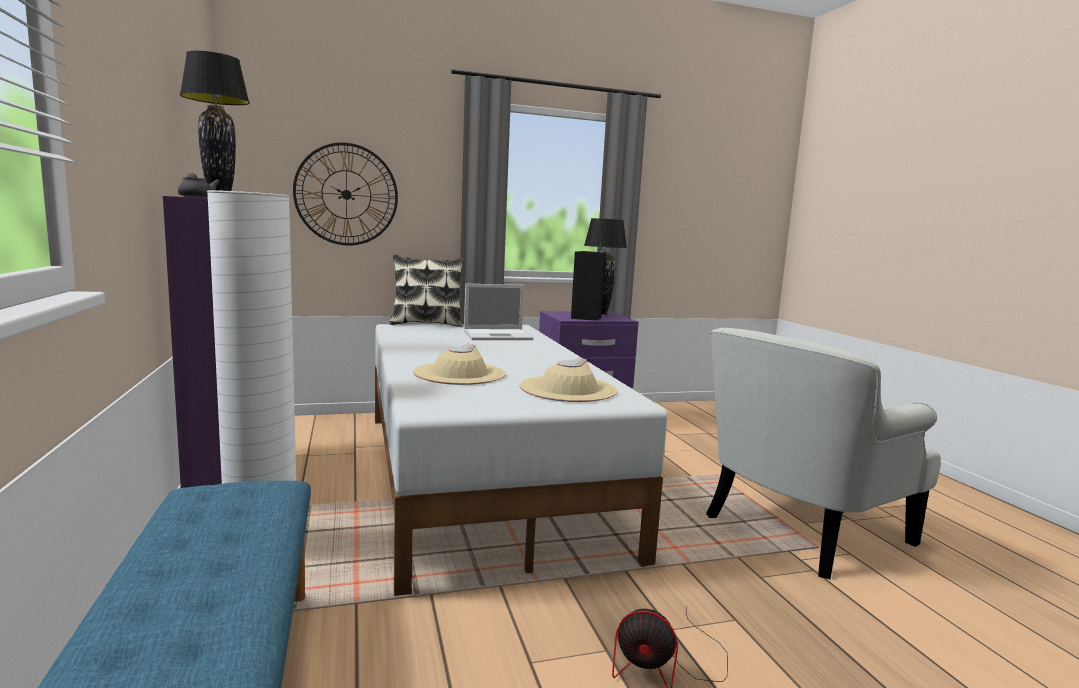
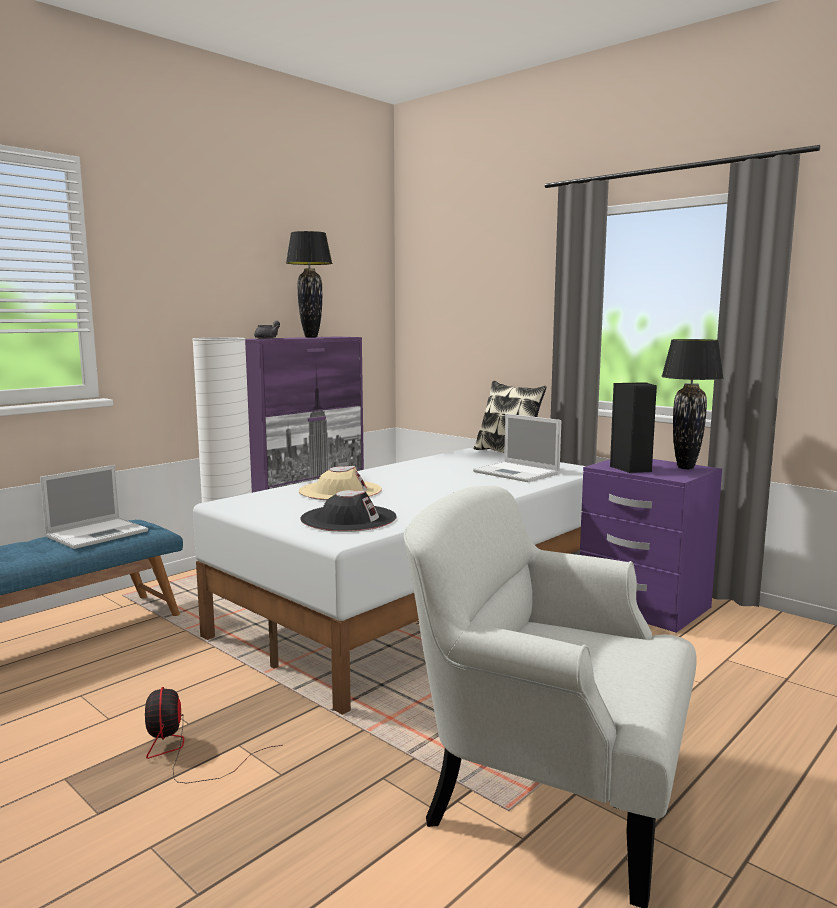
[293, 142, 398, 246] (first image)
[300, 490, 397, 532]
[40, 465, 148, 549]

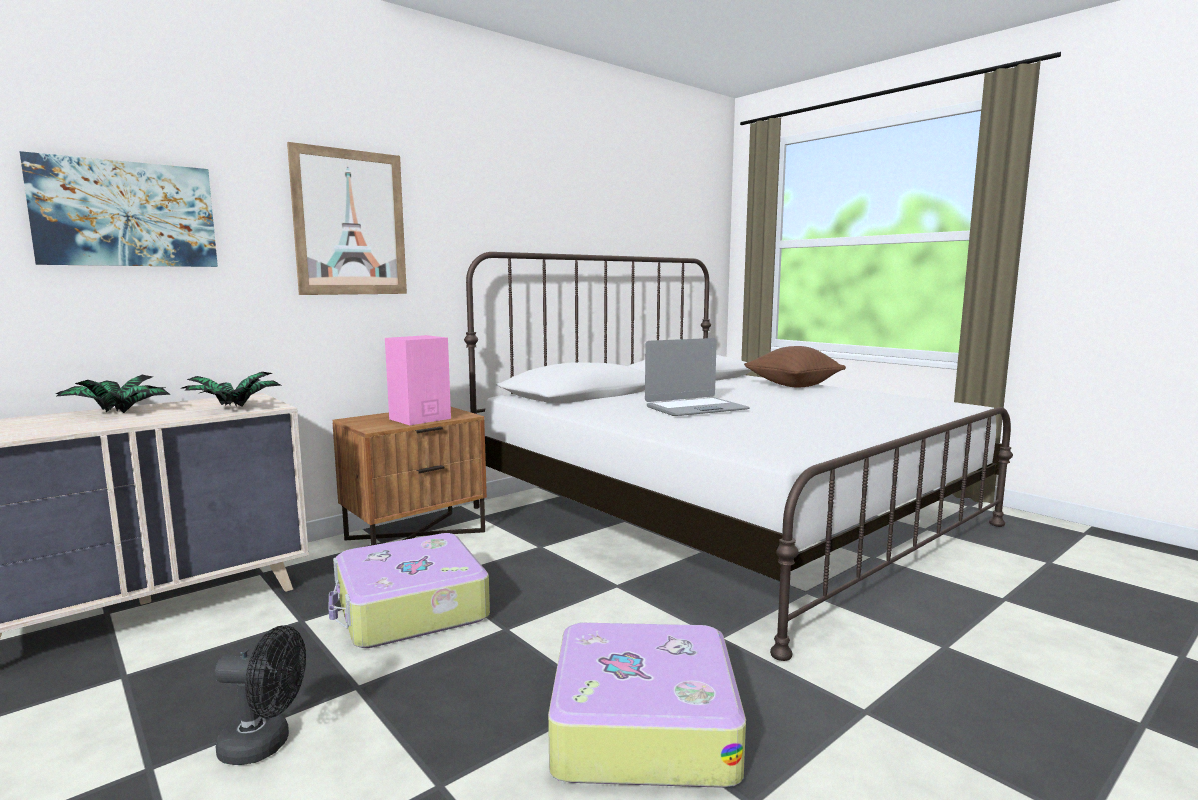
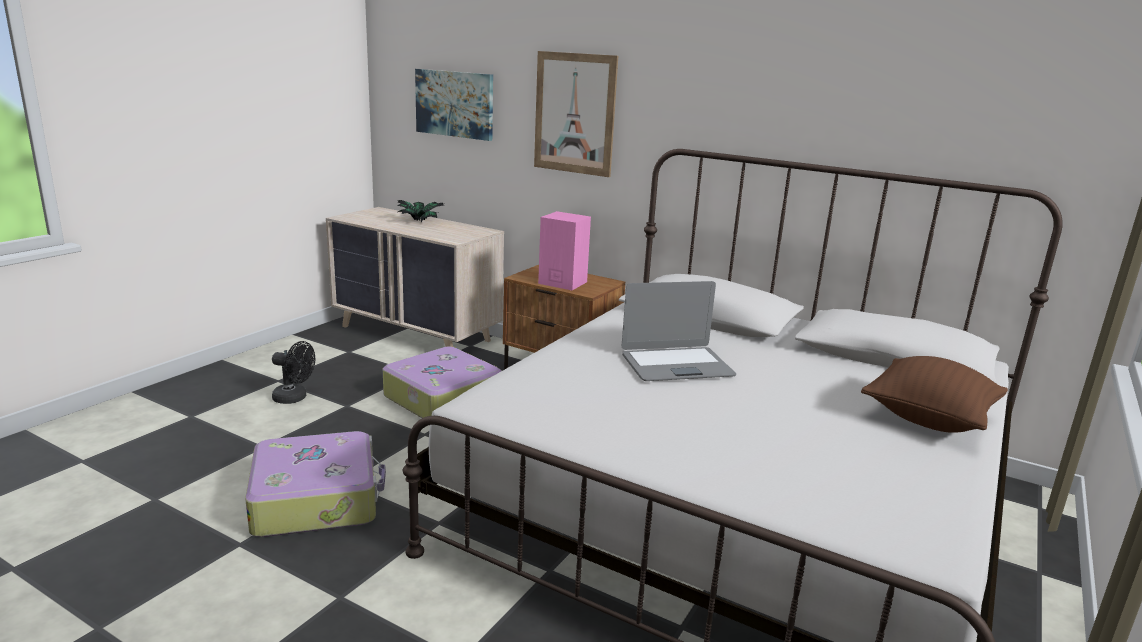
[622, 281, 736, 381]
[180, 372, 281, 407] (first image)
[272, 341, 315, 404]

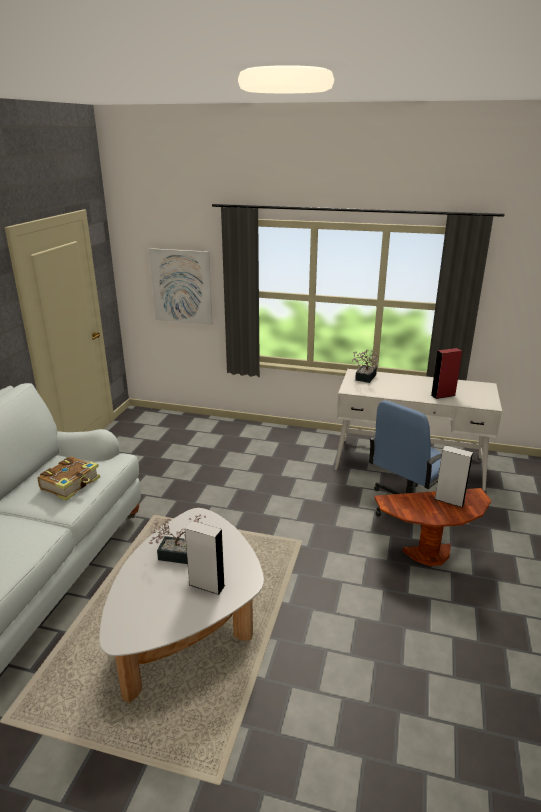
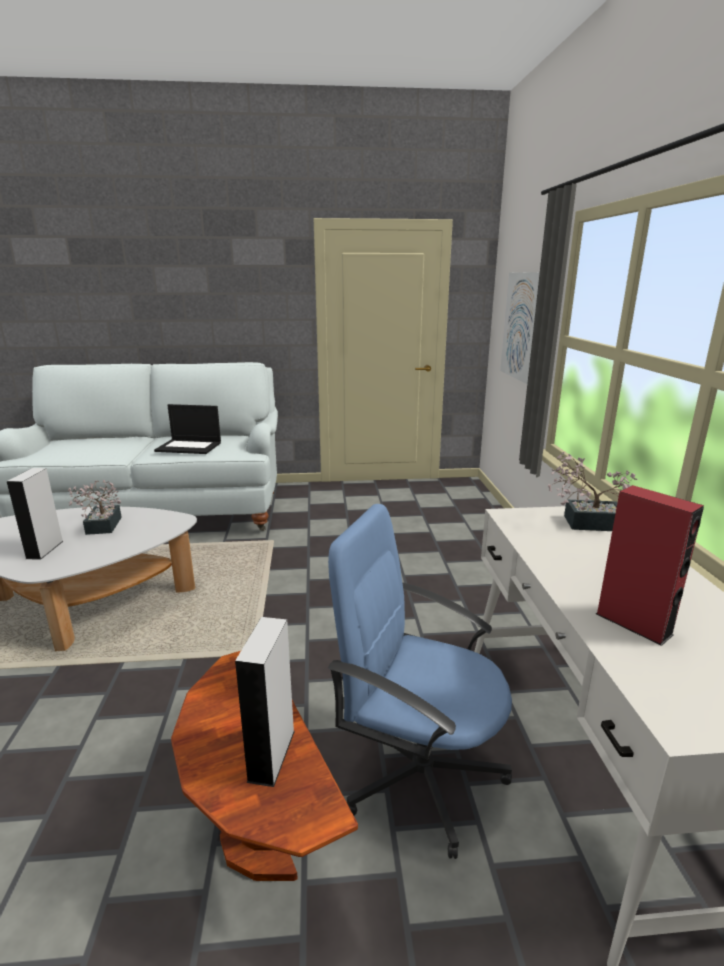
[154, 404, 221, 454]

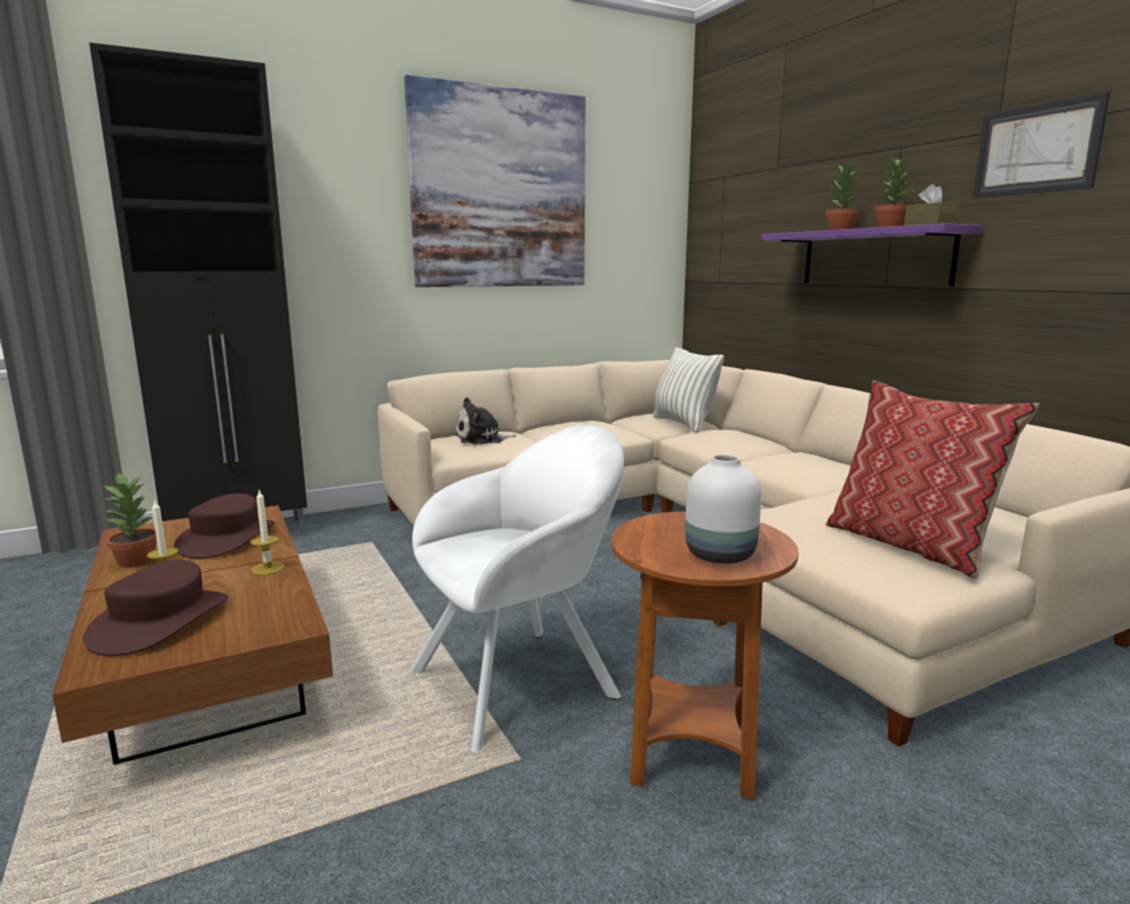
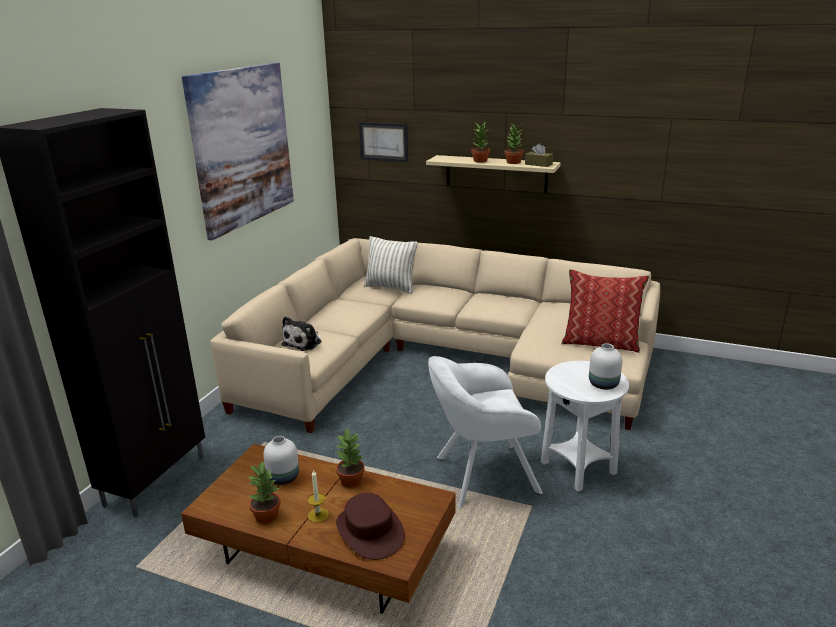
[359, 122, 408, 162]
[426, 155, 561, 193]
[428, 356, 543, 508]
[336, 428, 365, 488]
[263, 436, 299, 485]
[541, 361, 629, 492]

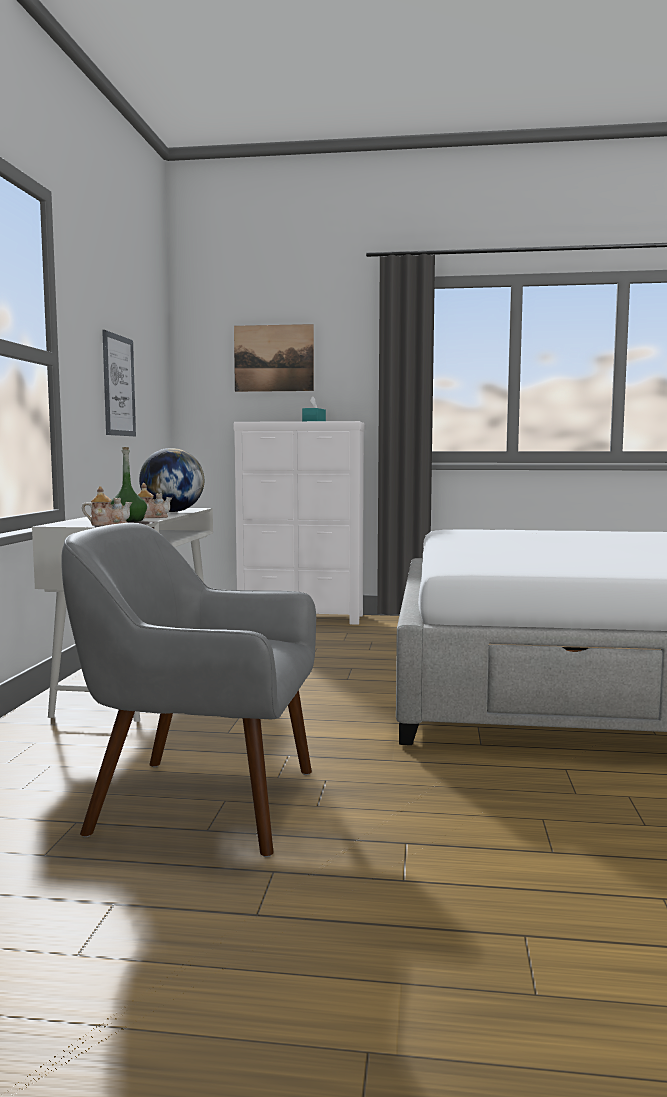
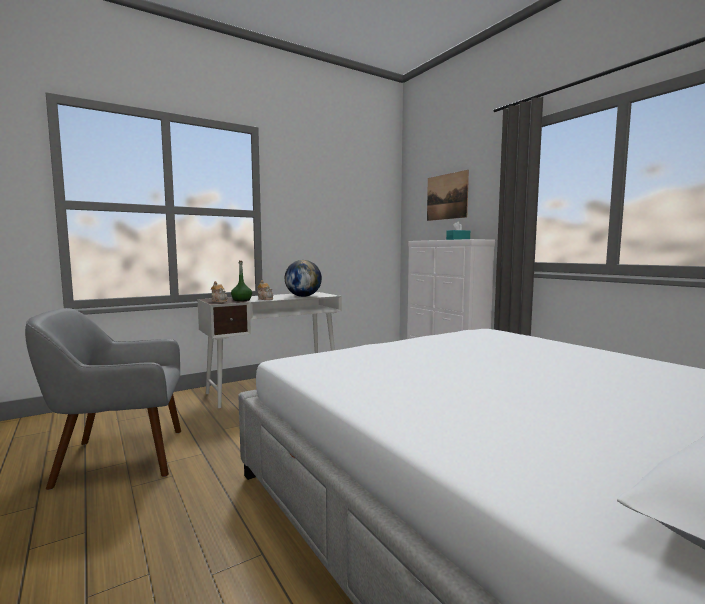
[102, 330, 136, 437] (first image)
[25, 308, 181, 490]

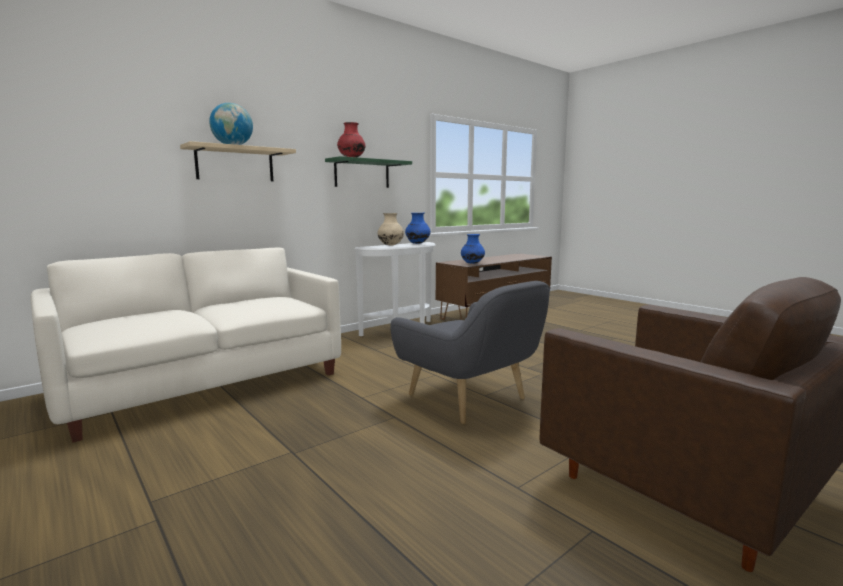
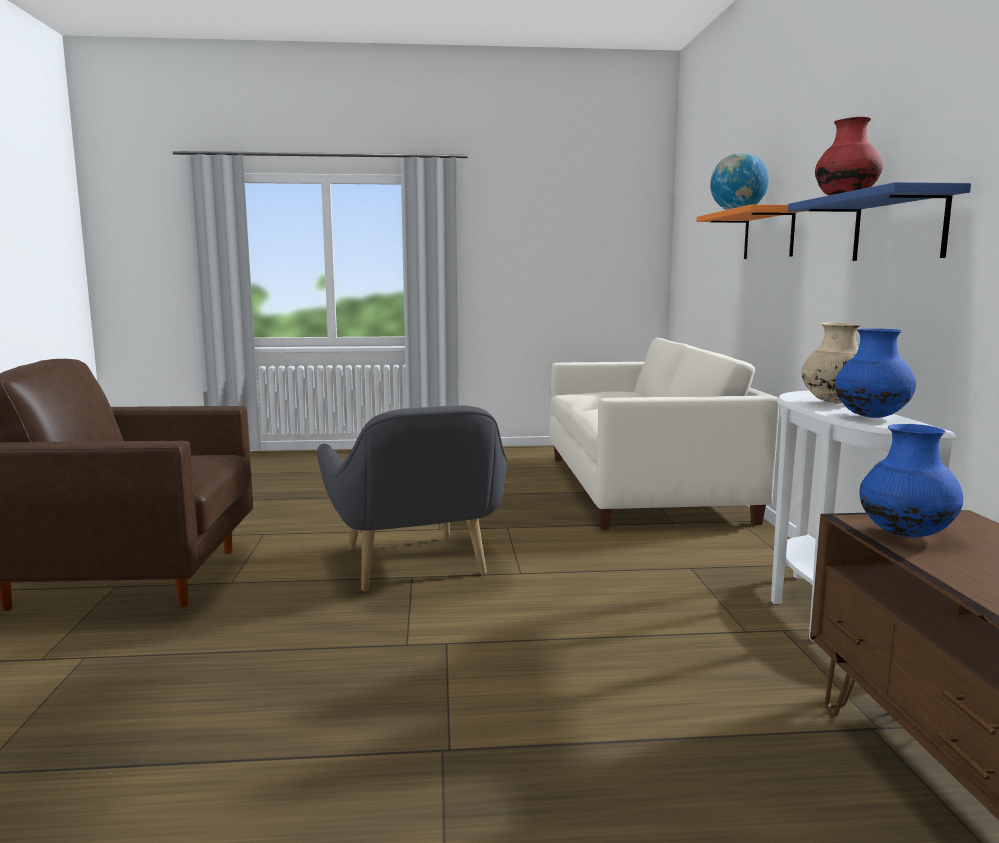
[696, 204, 804, 259]
[788, 182, 971, 261]
[317, 405, 508, 591]

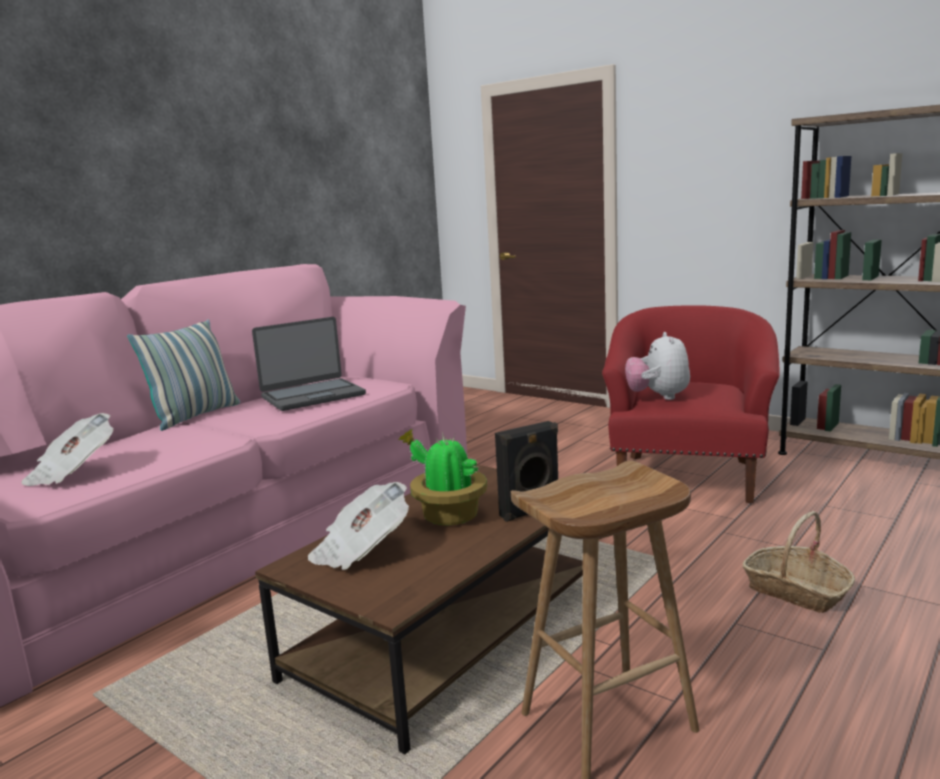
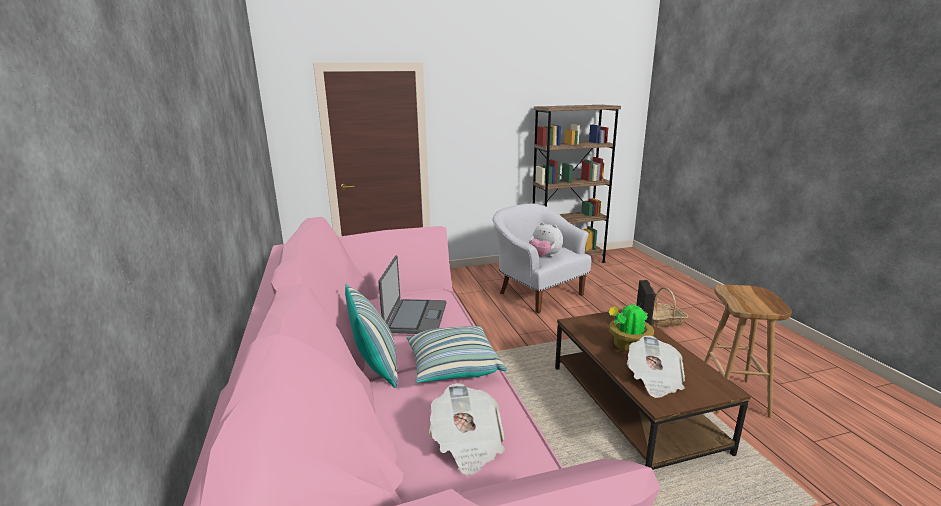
[492, 204, 592, 313]
[406, 326, 507, 383]

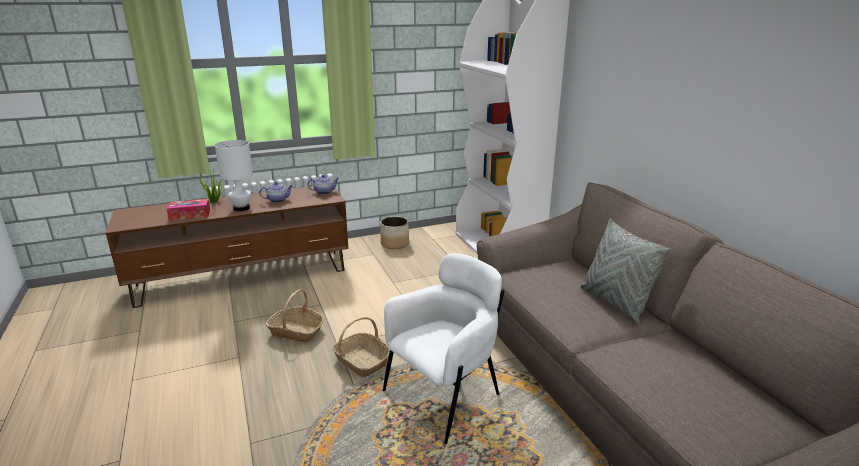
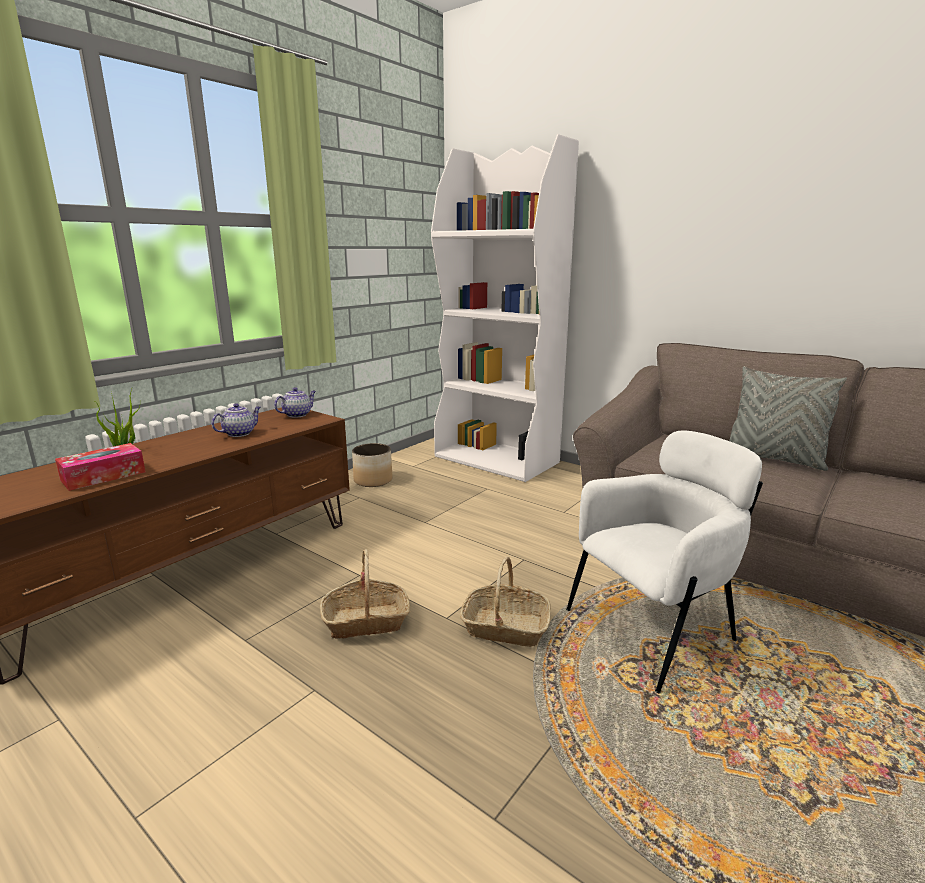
[215, 140, 253, 211] (first image)
[566, 431, 763, 693]

